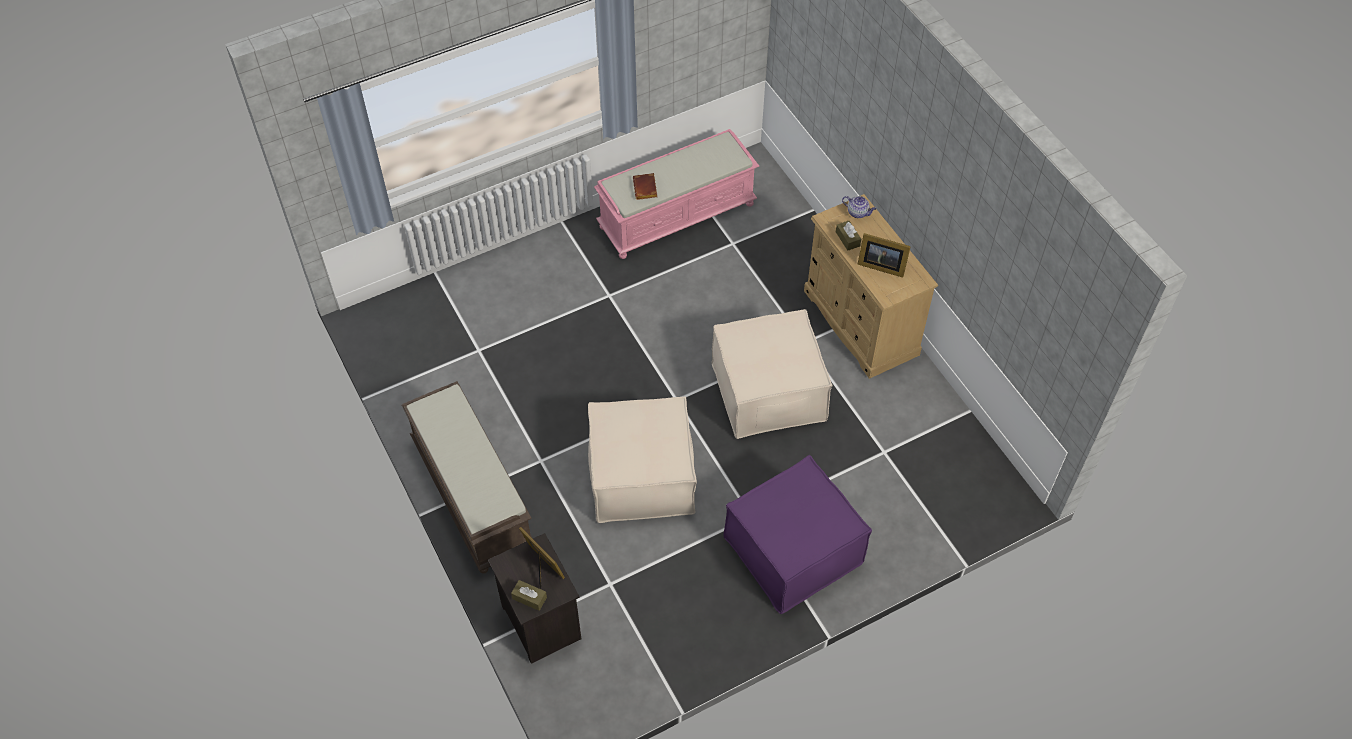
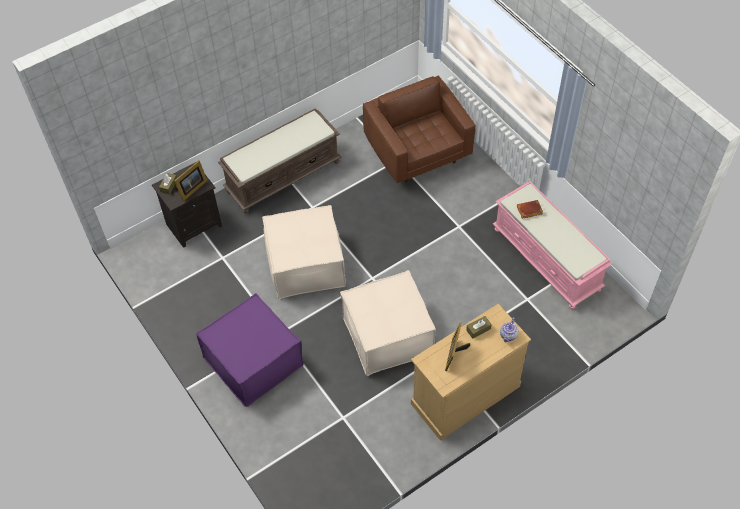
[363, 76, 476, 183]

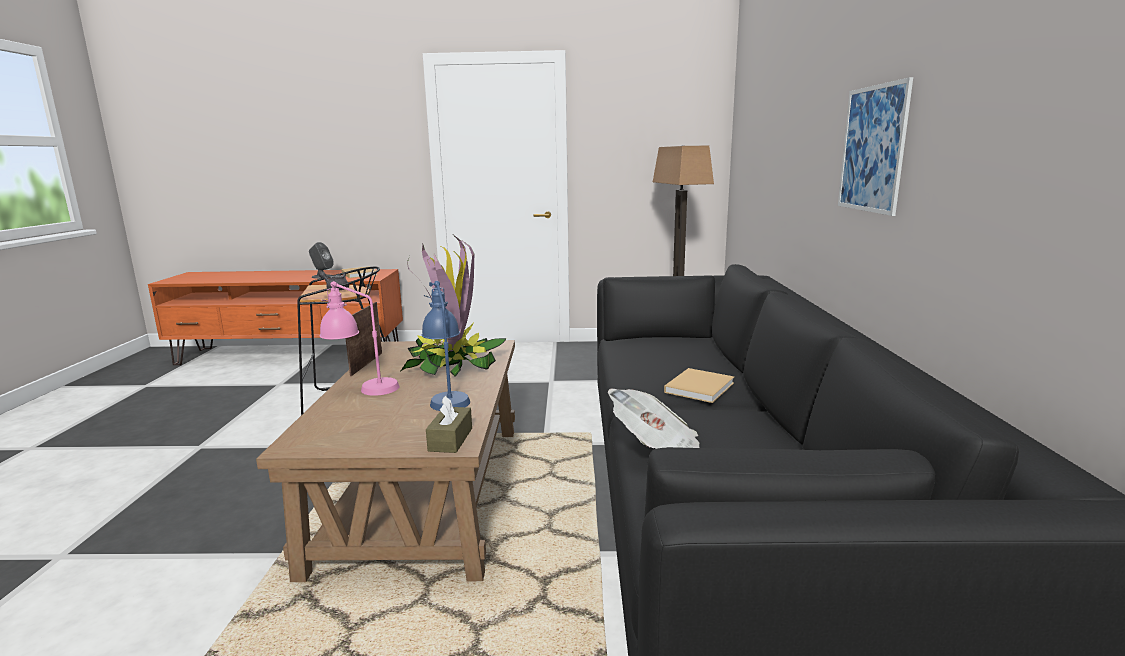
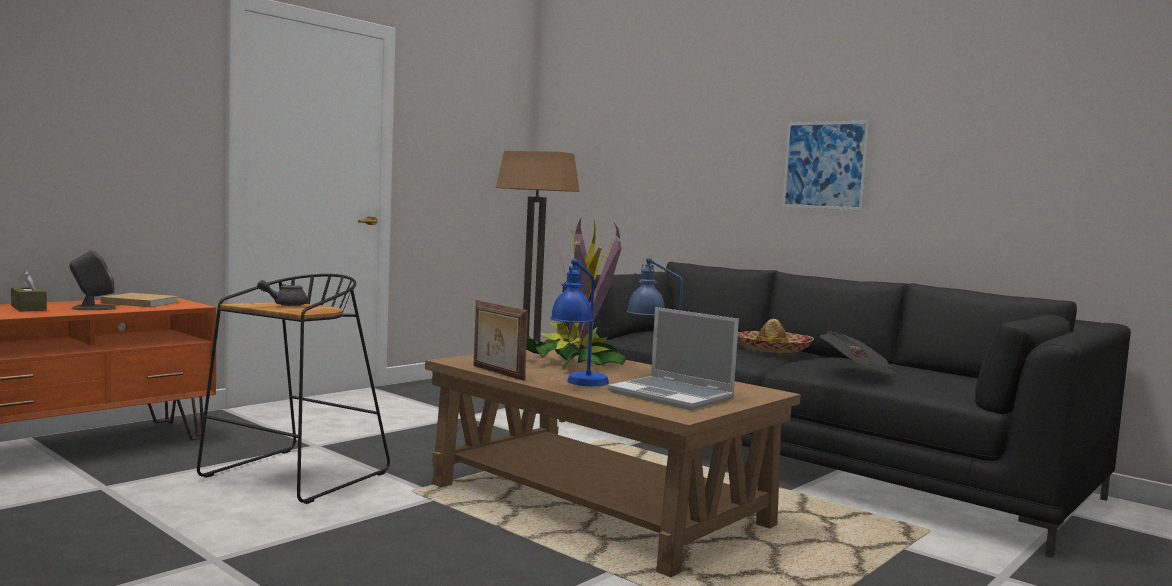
[550, 259, 609, 386]
[737, 319, 814, 353]
[11, 271, 47, 312]
[608, 307, 739, 410]

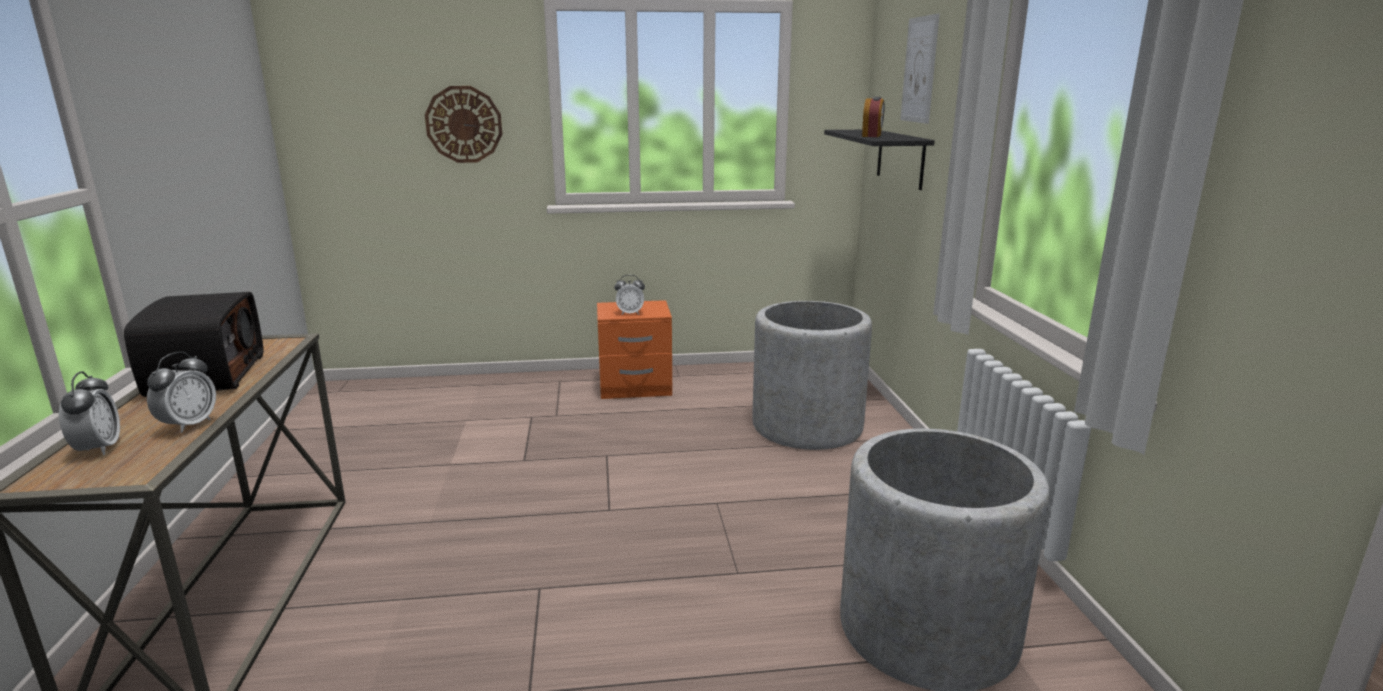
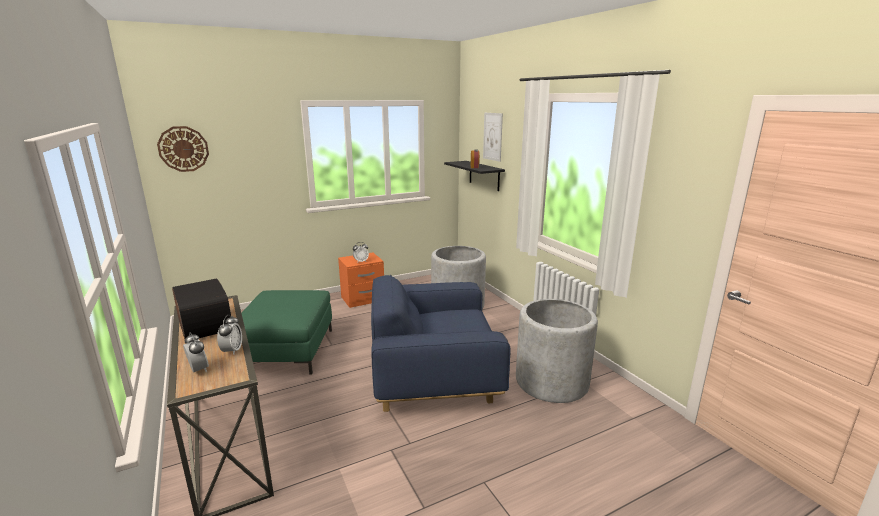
[157, 126, 209, 172]
[371, 275, 511, 412]
[242, 290, 332, 375]

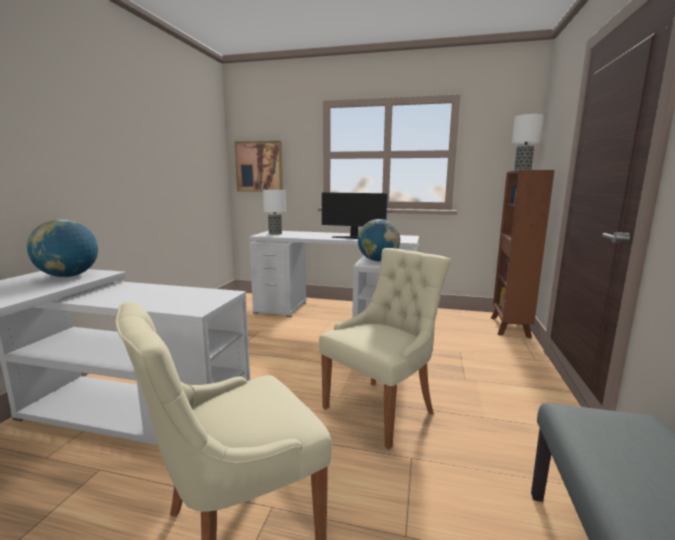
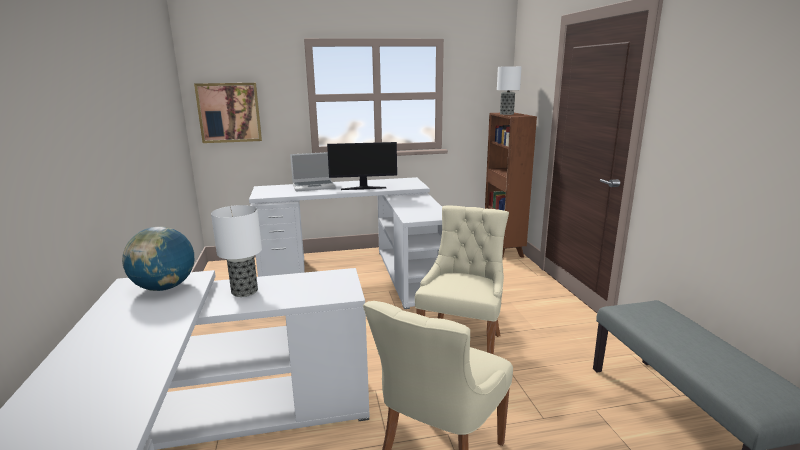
[211, 205, 262, 297]
[358, 219, 400, 261] (first image)
[290, 152, 335, 192]

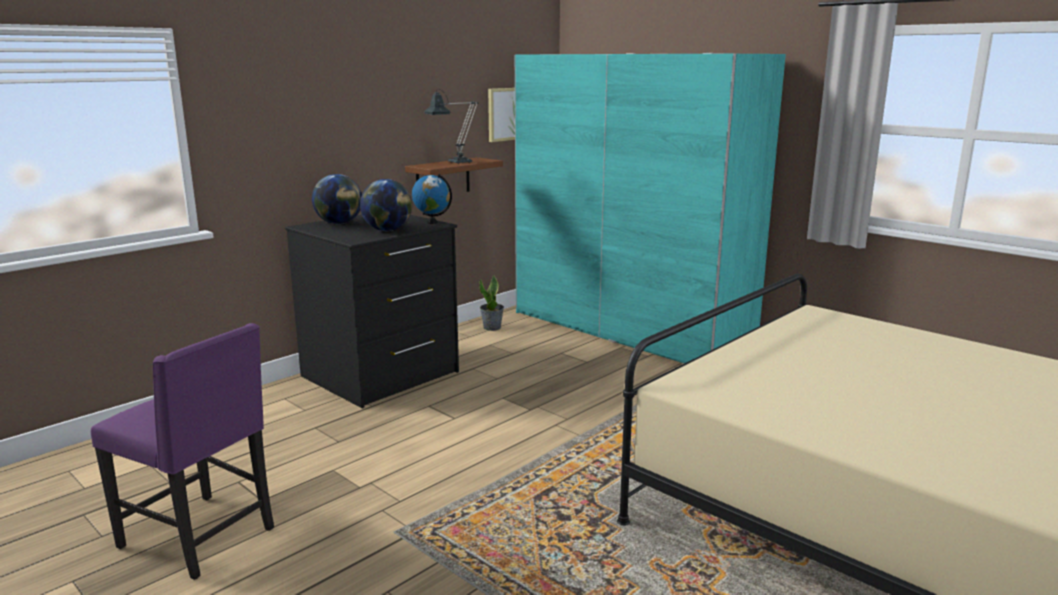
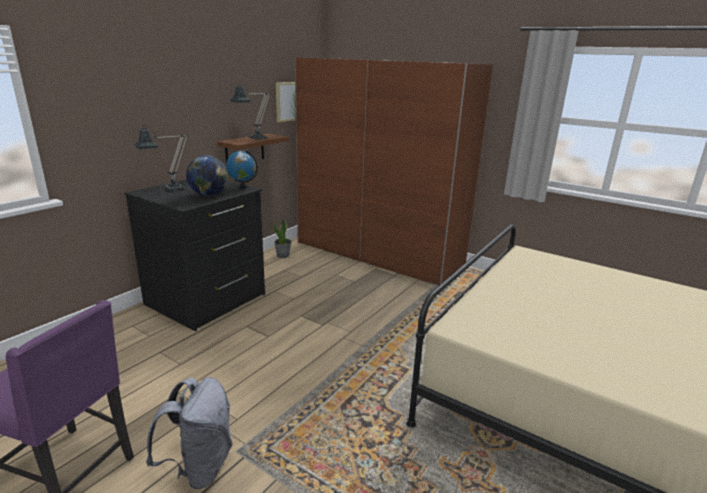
[295, 57, 493, 285]
[134, 126, 188, 191]
[146, 377, 233, 489]

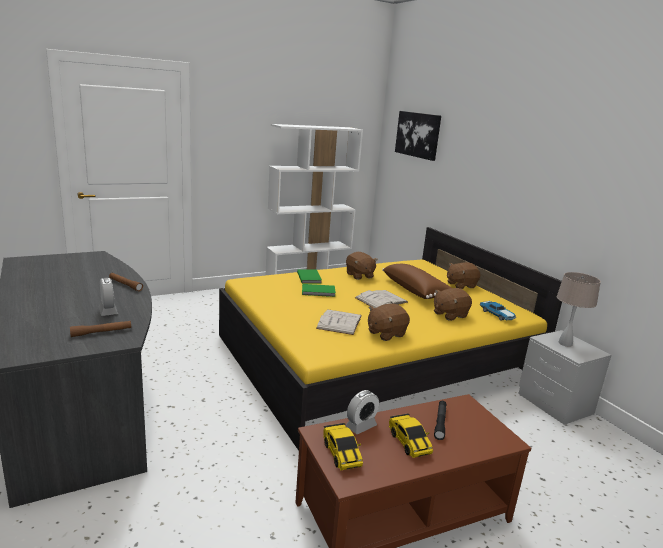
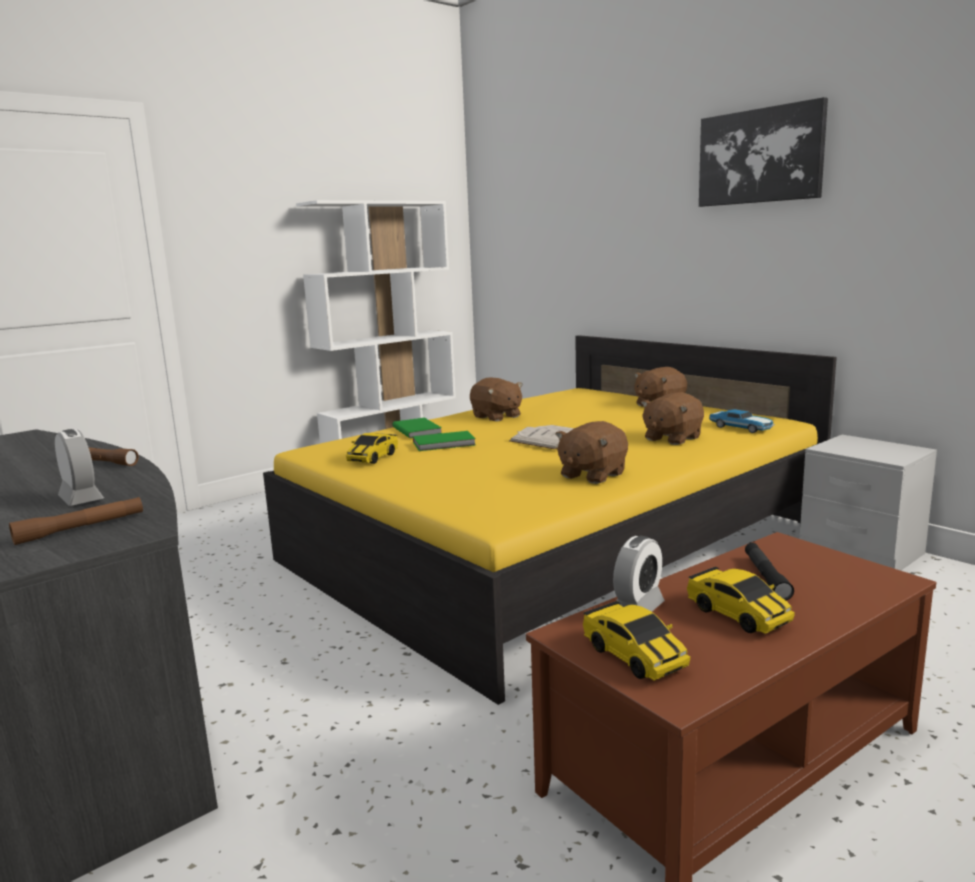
[699, 97, 828, 207]
[382, 264, 451, 299] (first image)
[557, 272, 601, 347] (first image)
[316, 309, 362, 335] (first image)
[346, 433, 398, 464]

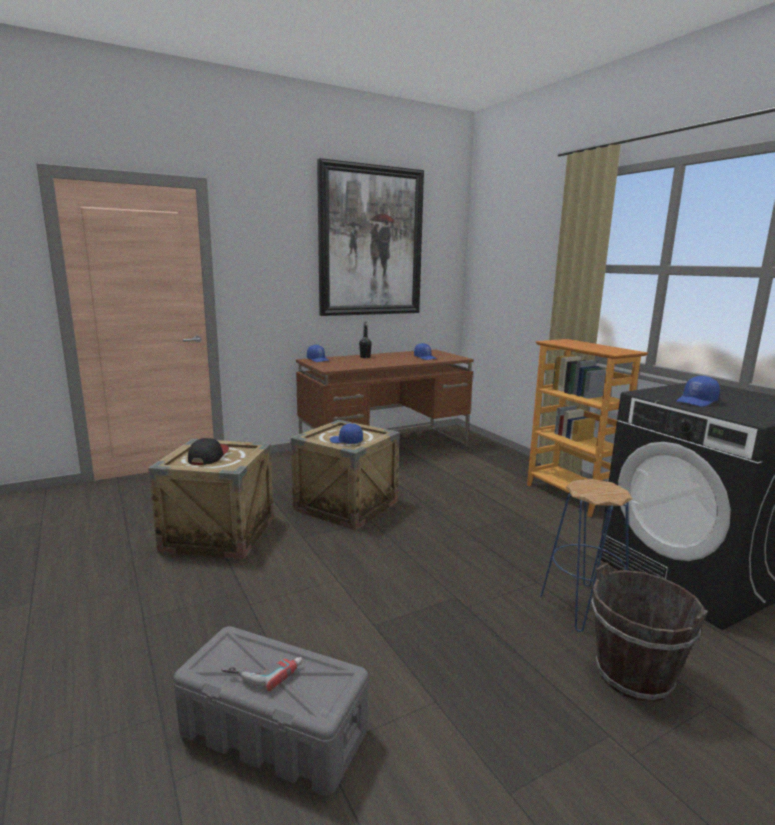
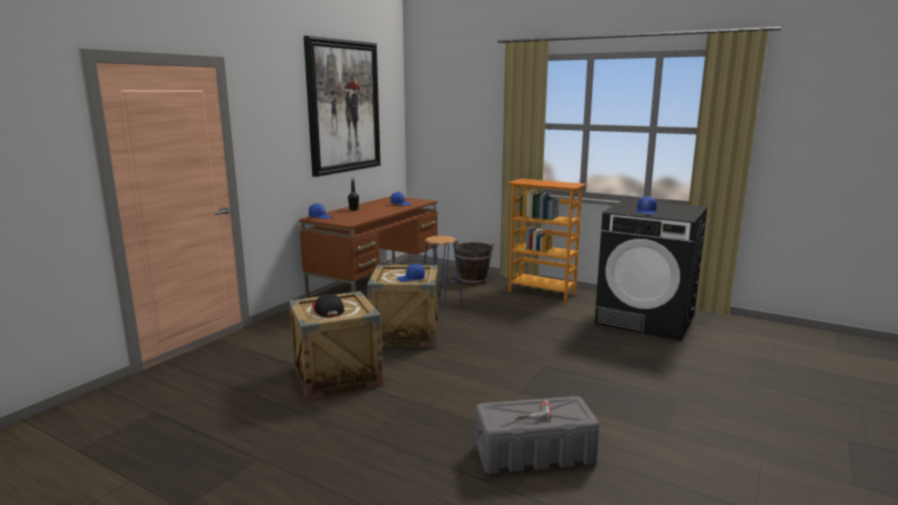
[423, 236, 462, 311]
[454, 240, 493, 284]

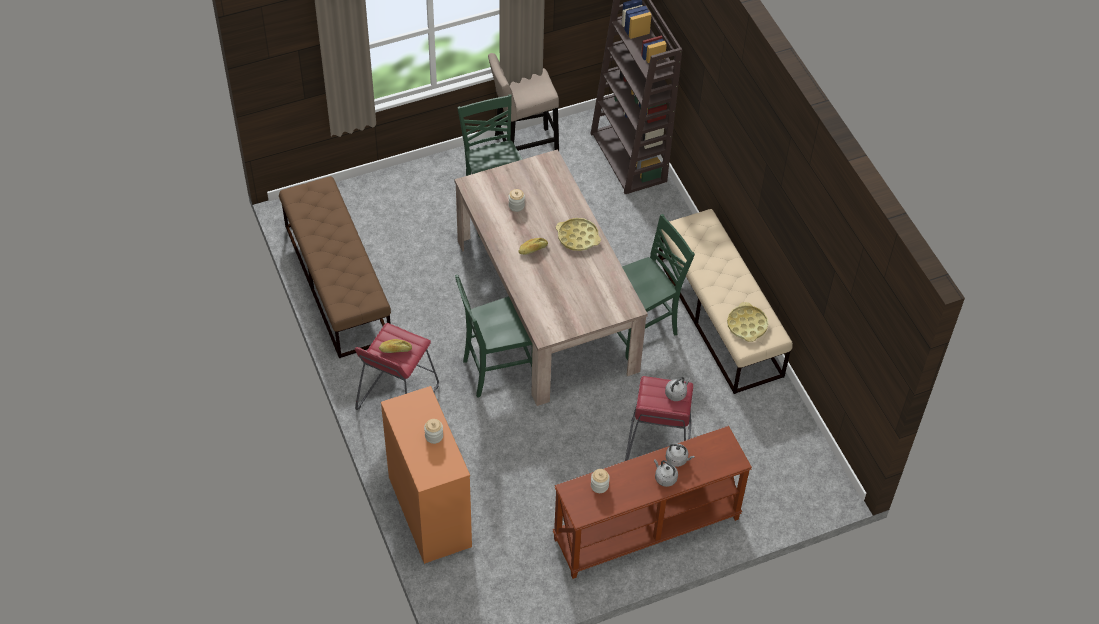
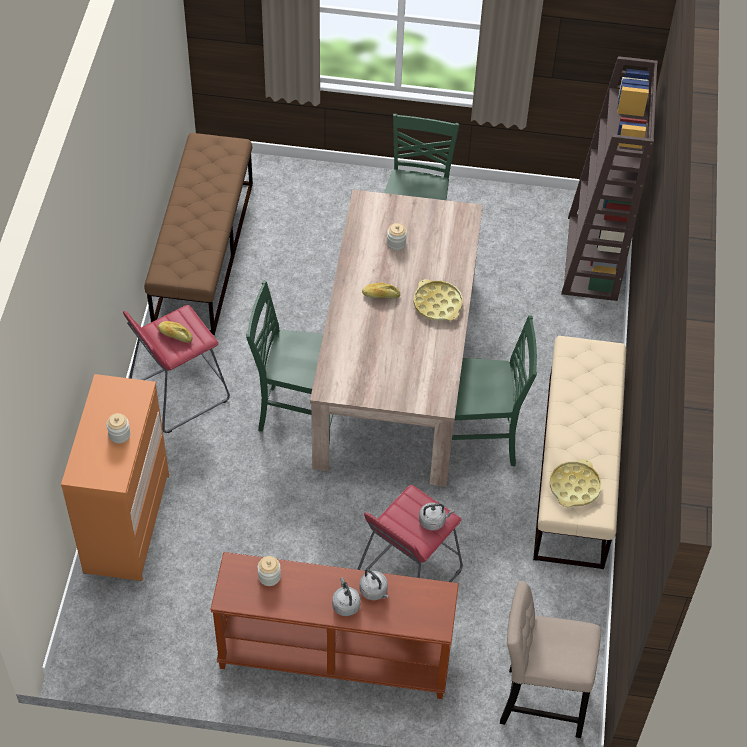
[500, 581, 601, 738]

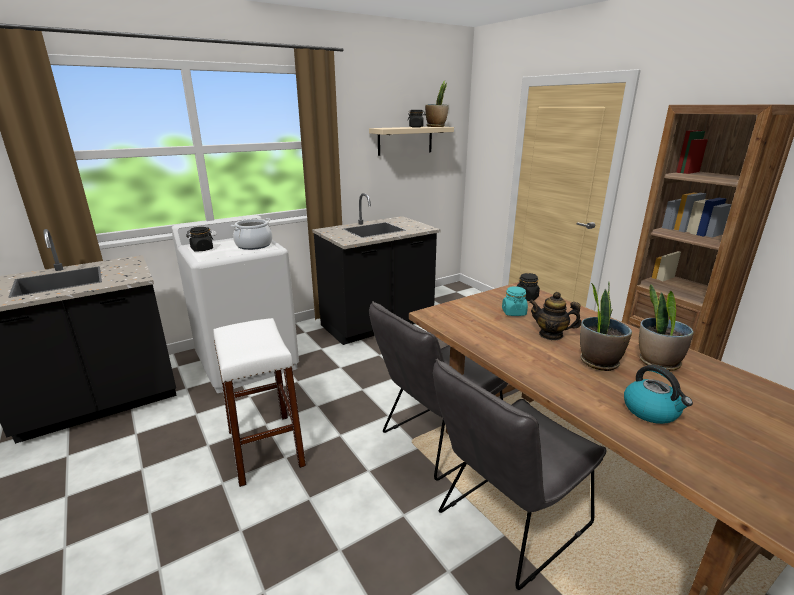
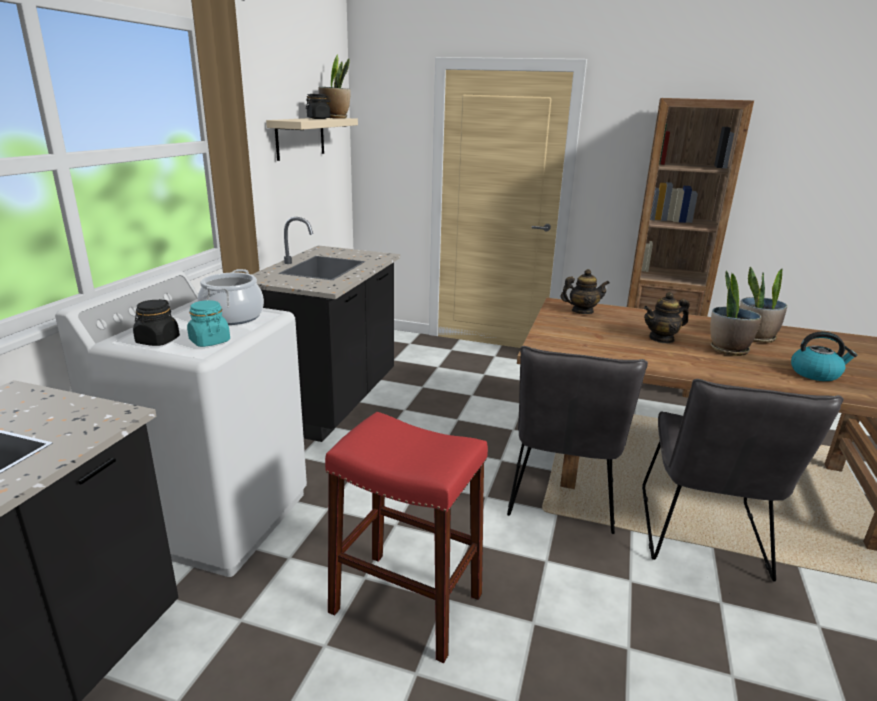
[560, 269, 610, 314]
[187, 300, 230, 347]
[325, 412, 488, 663]

